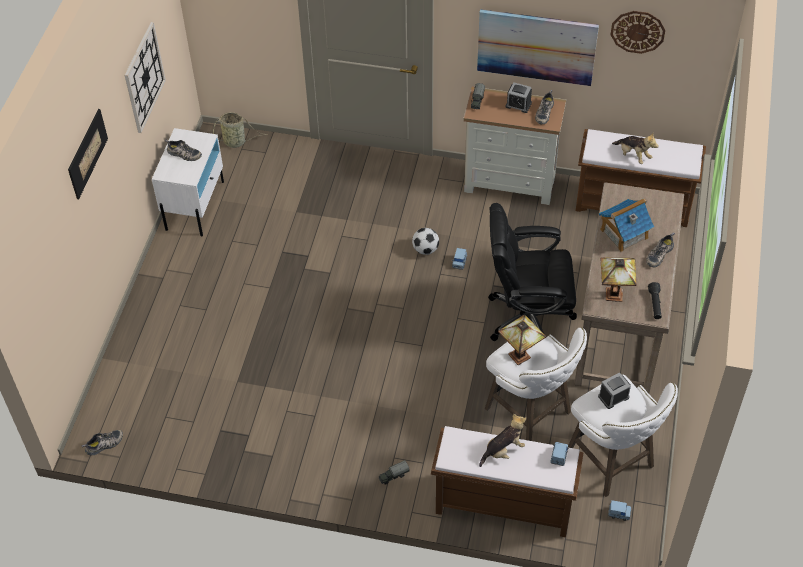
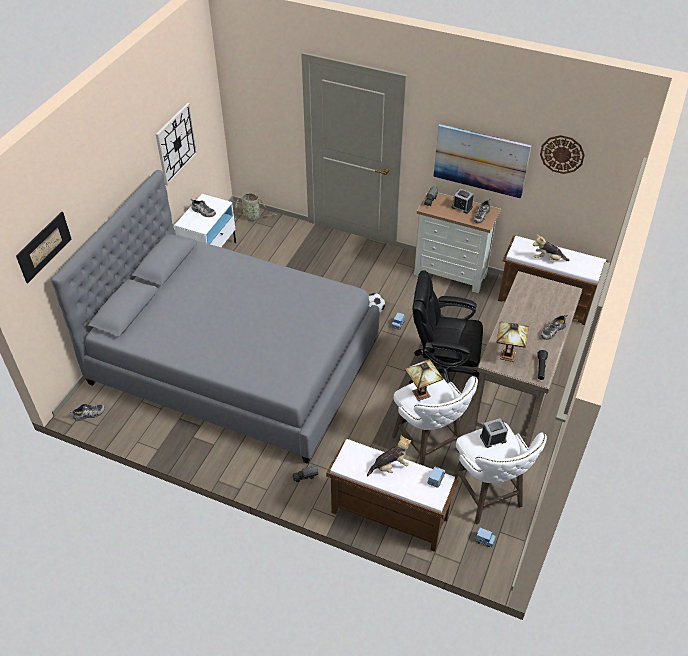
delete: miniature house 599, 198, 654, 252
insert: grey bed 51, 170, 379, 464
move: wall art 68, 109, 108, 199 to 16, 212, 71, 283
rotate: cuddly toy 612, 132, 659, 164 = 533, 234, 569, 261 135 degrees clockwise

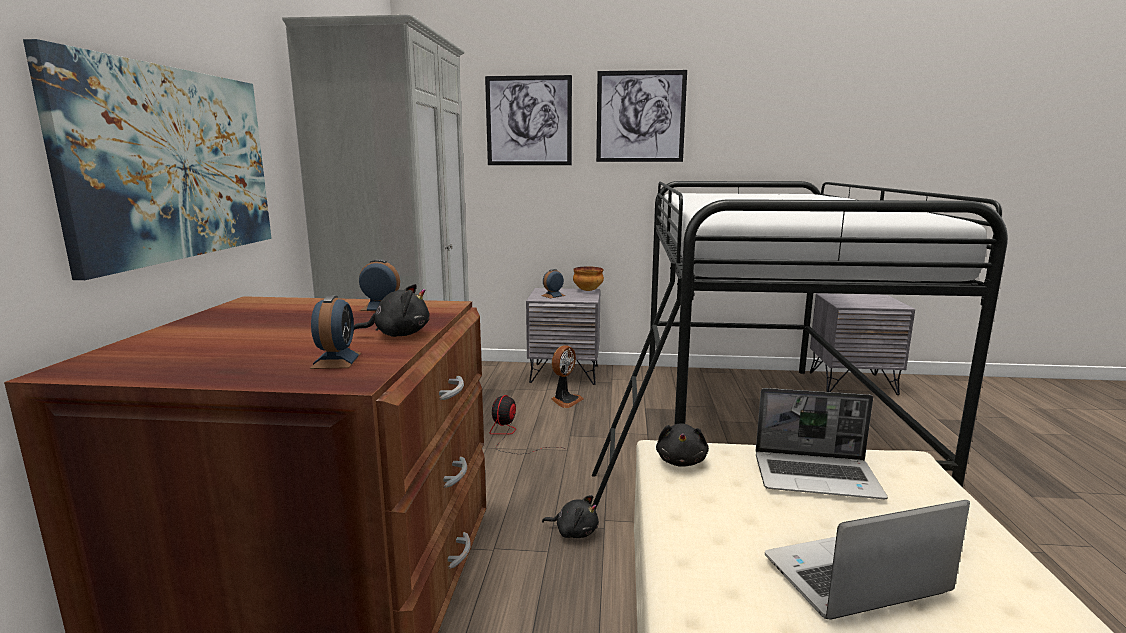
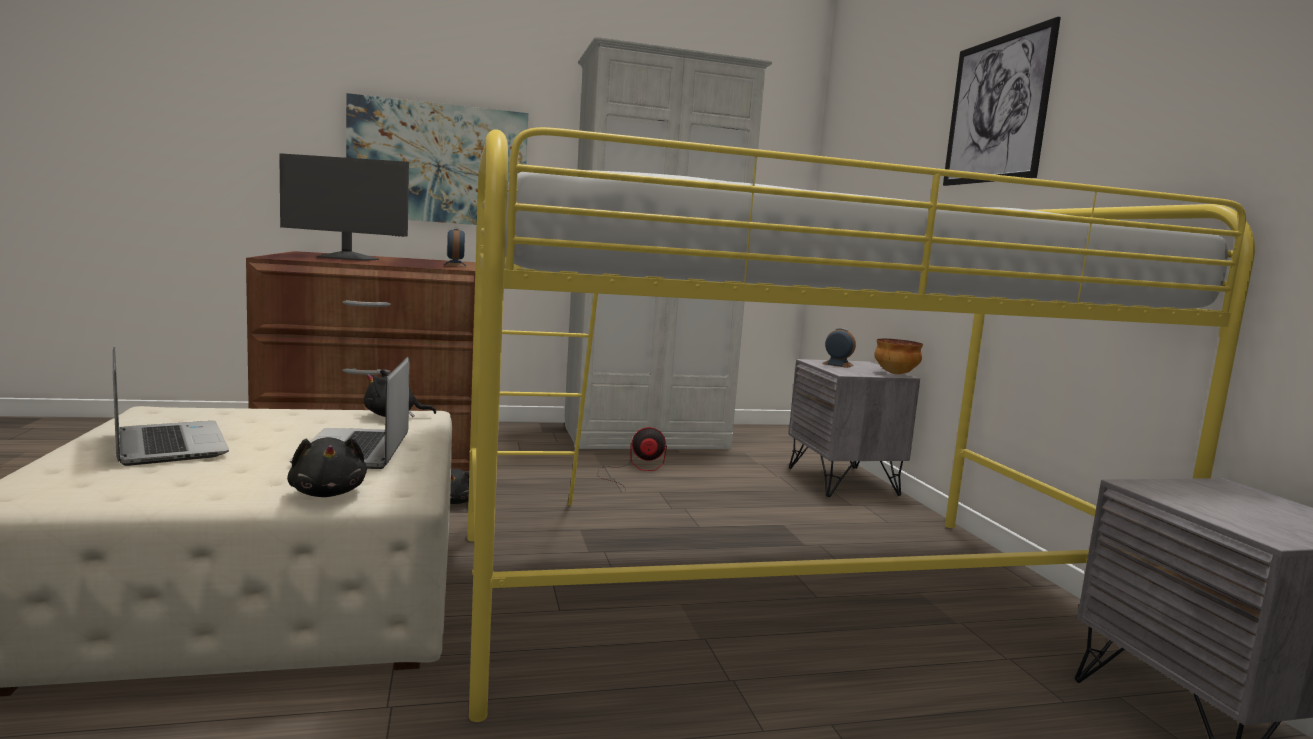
delete: table clock 310, 295, 361, 369; wall art 485, 75, 572, 165; fan 551, 345, 584, 408
insert: monitor 279, 153, 409, 261
move: black cuddly toy 353, 284, 429, 337 to 287, 437, 367, 497
recolor: black bed 592, 181, 1008, 510 to yellow-coloured bed 467, 127, 1255, 722

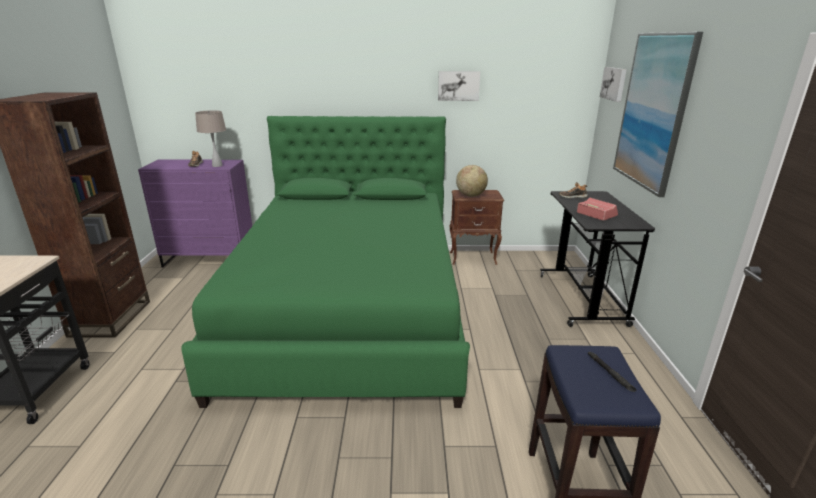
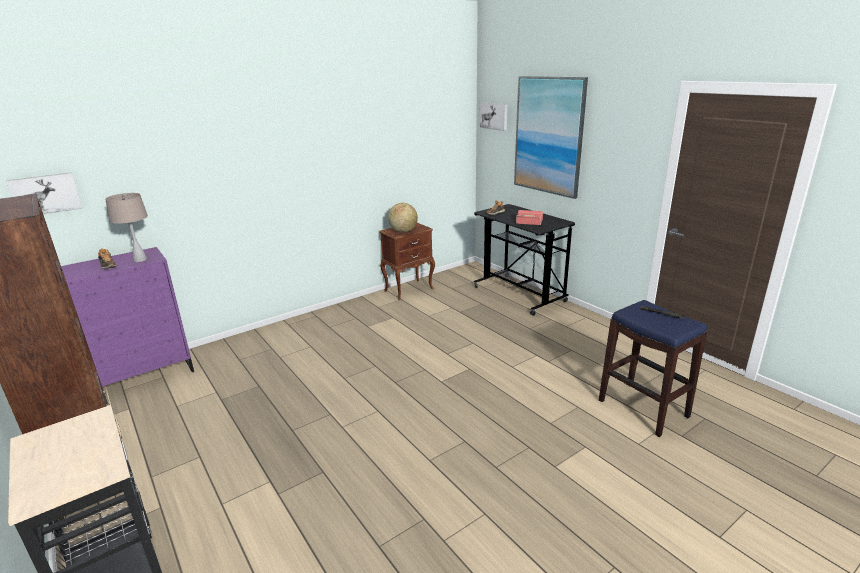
delete: green-coloured bed 181, 116, 470, 408
move: wall art 438, 71, 480, 101 to 6, 172, 82, 214

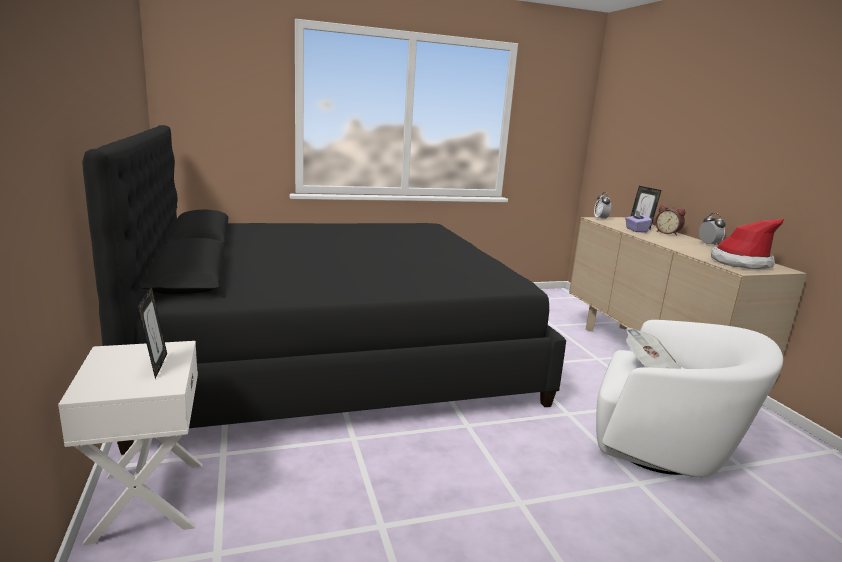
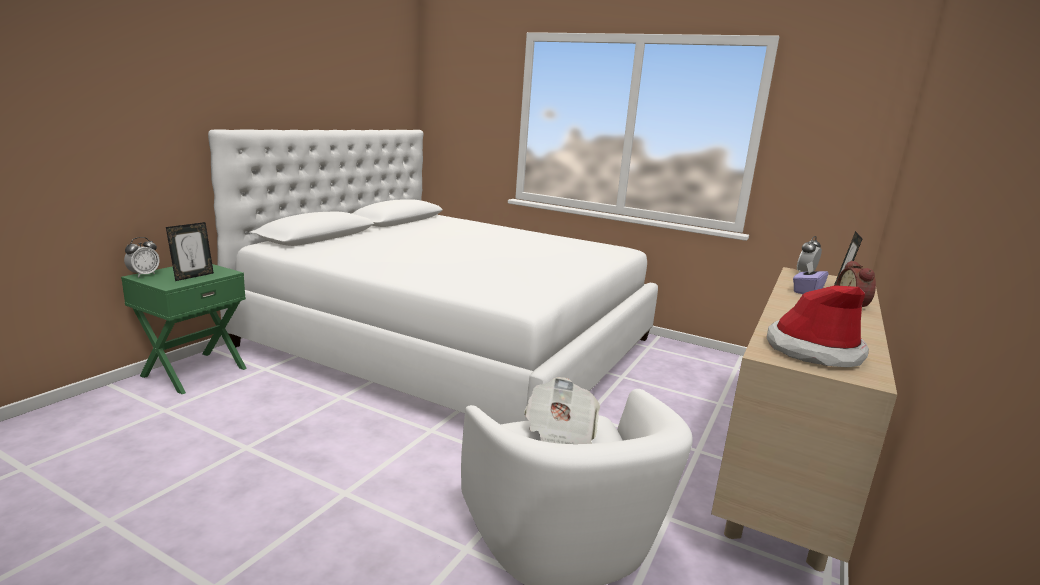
move: table clock 699, 213, 726, 246 to 124, 237, 160, 278
recolor: whitish nightstand 58, 341, 202, 545 to green-coloured nightstand 121, 264, 247, 394; black bed 82, 125, 566, 455 to whitish bed 208, 129, 658, 424

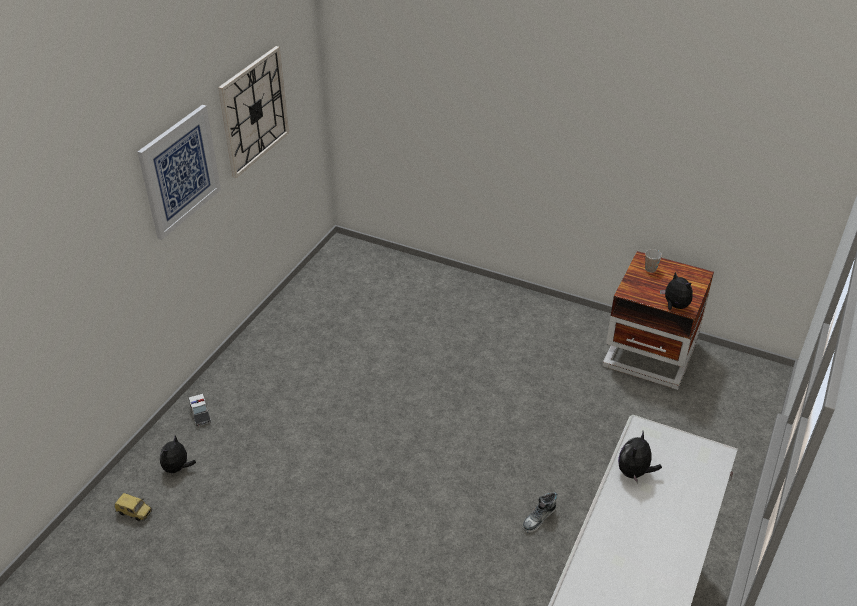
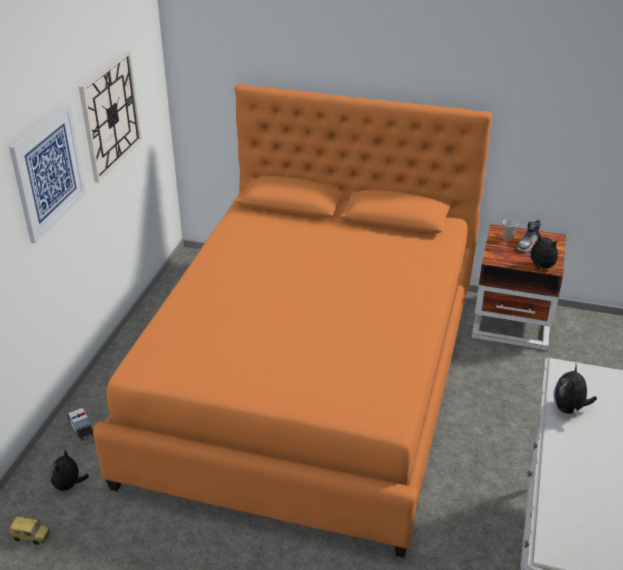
insert: orange bed 93, 84, 492, 558
move: low shoe 523, 492, 558, 533 to 517, 220, 541, 252

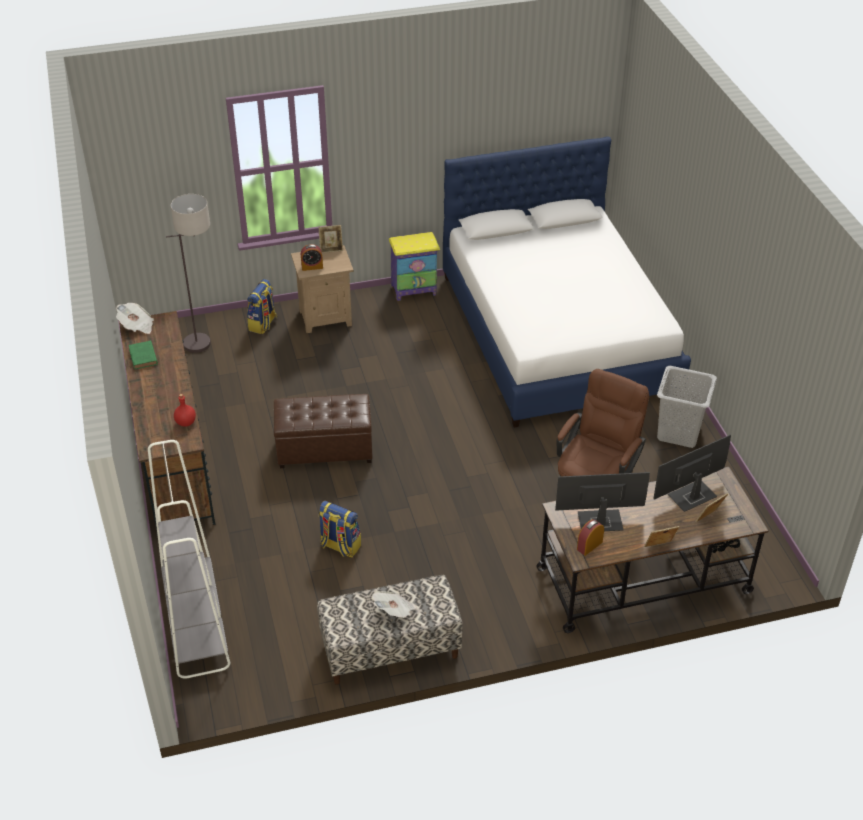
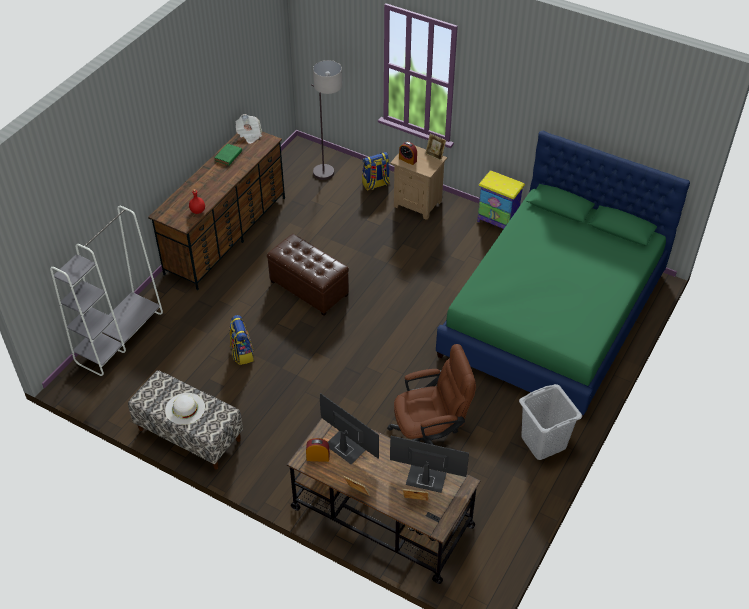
replace: newspaper 372, 591, 417, 618 to whitish clothing hat 165, 393, 205, 425
recolor: whitish bed 443, 137, 691, 428 to green-coloured bed 436, 131, 690, 419

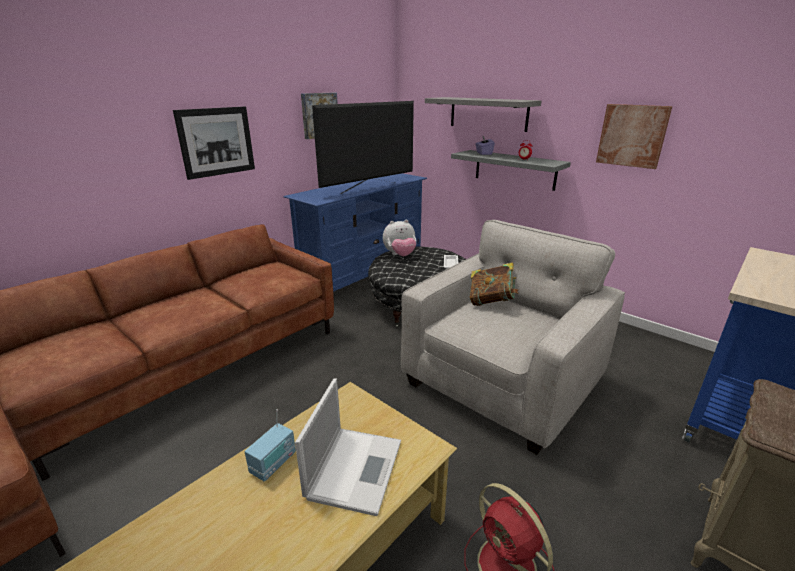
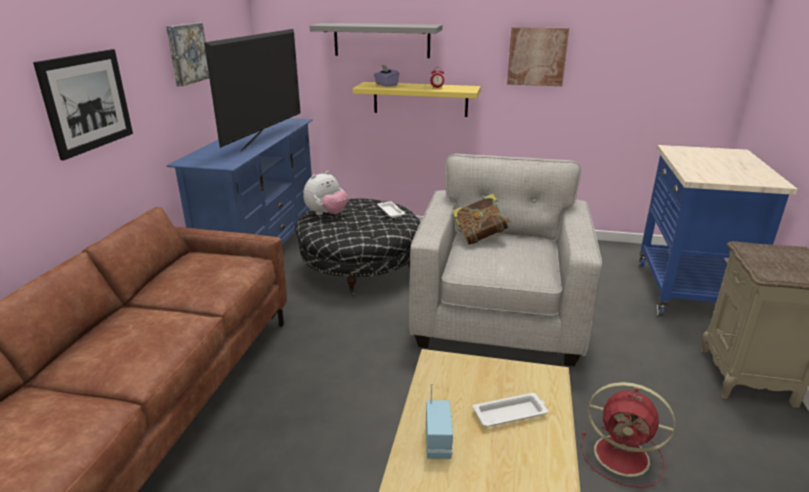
replace: portable computer 295, 378, 401, 516 to whitish serving tray 472, 393, 548, 427
recolor: grey wall shelf 451, 150, 571, 191 to yellow-coloured wall shelf 353, 82, 481, 117

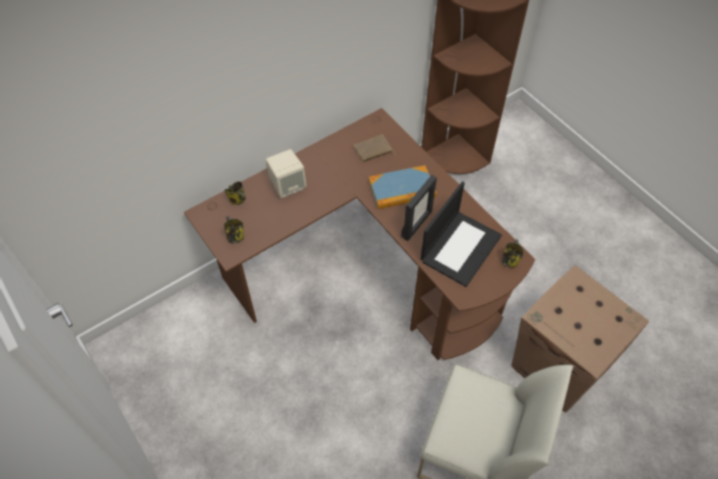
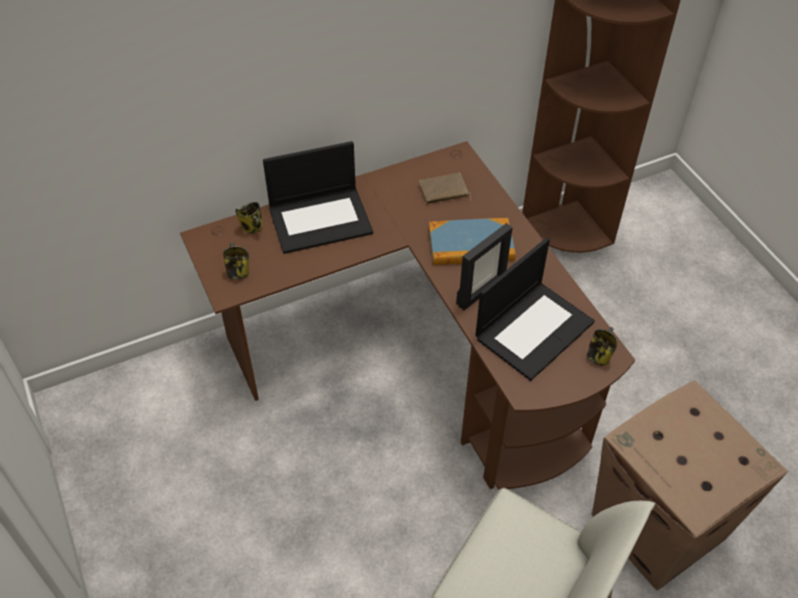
replace: sand-coloured speaker 266, 149, 307, 198 to portable computer 263, 141, 373, 254

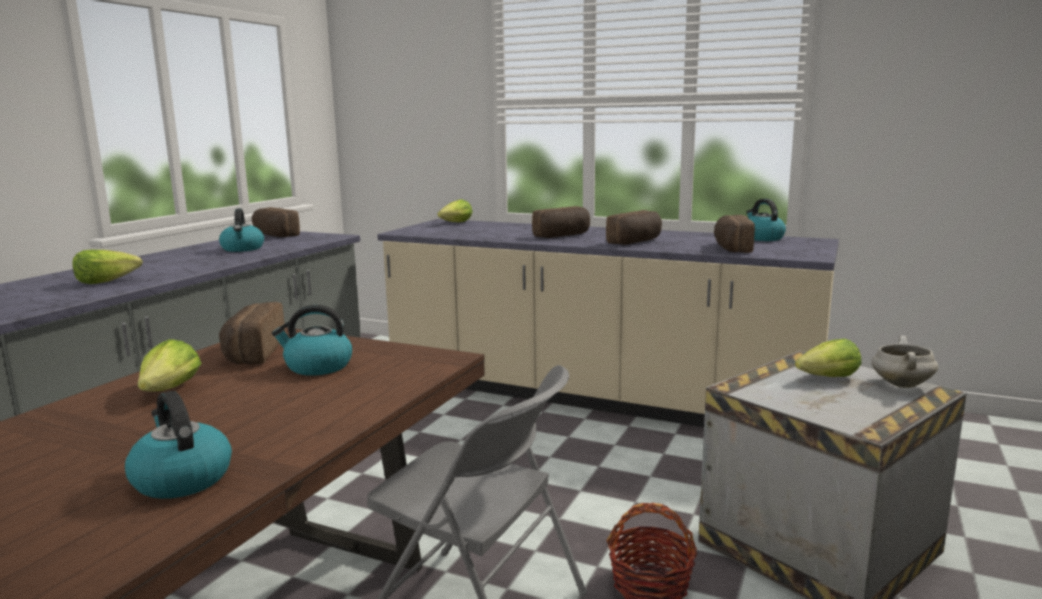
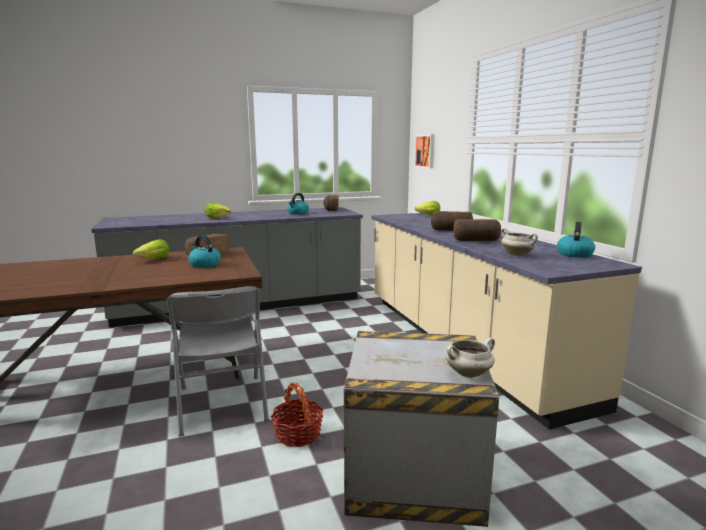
delete: water kettle 125, 391, 232, 499; head of lettuce 795, 338, 862, 377
insert: wall art 414, 134, 435, 168
replace: bread 714, 215, 755, 253 to whitish saucepot 501, 228, 538, 256

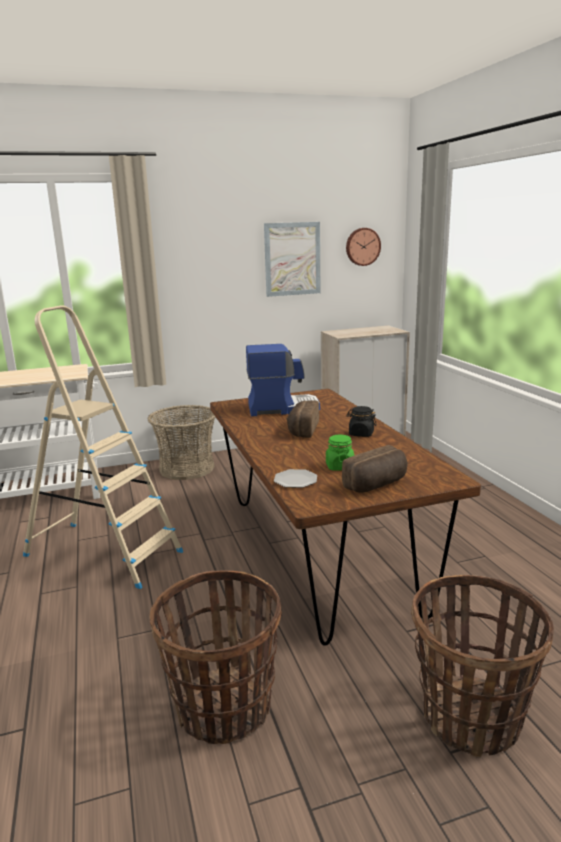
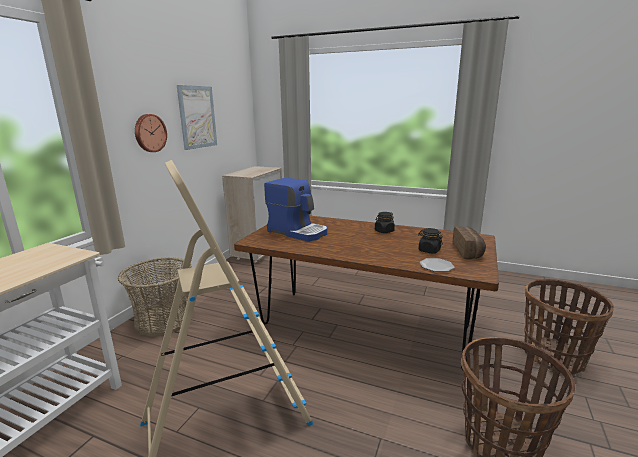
delete: bread 287, 400, 319, 438
move: clock on the wall 346, 228, 381, 266 to 135, 114, 167, 152
recolor: green-coloured preserve jar 326, 435, 354, 470 to black preserve jar 418, 228, 443, 254
rotate: coffee brewer 246, 344, 320, 416 = 264, 178, 327, 241 90 degrees clockwise

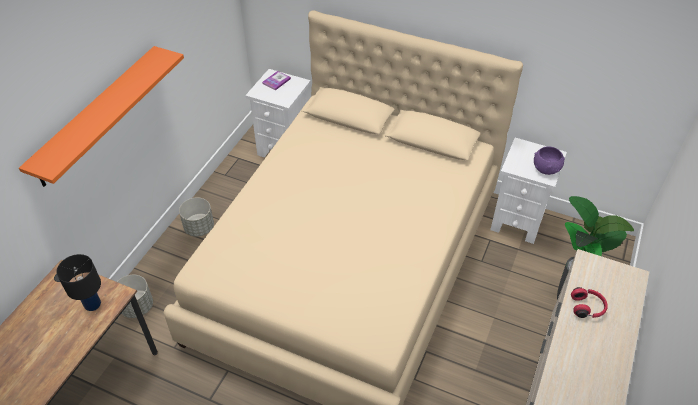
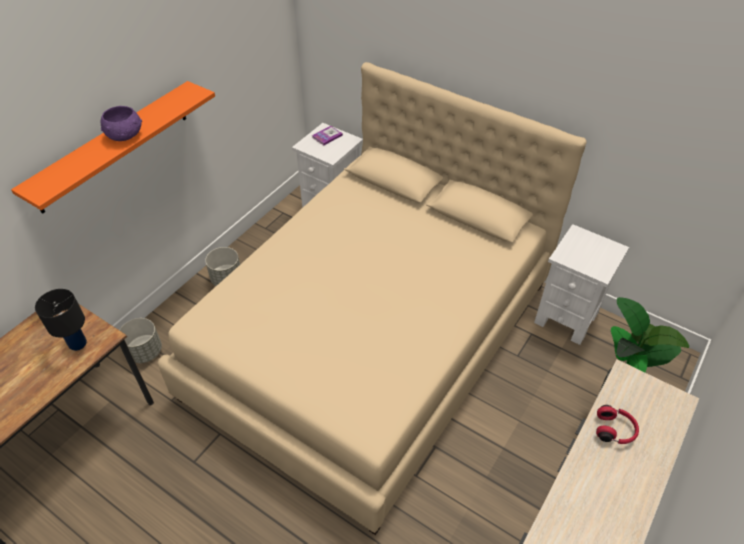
move: purple deep dish 534, 146, 565, 175 to 101, 106, 142, 141

